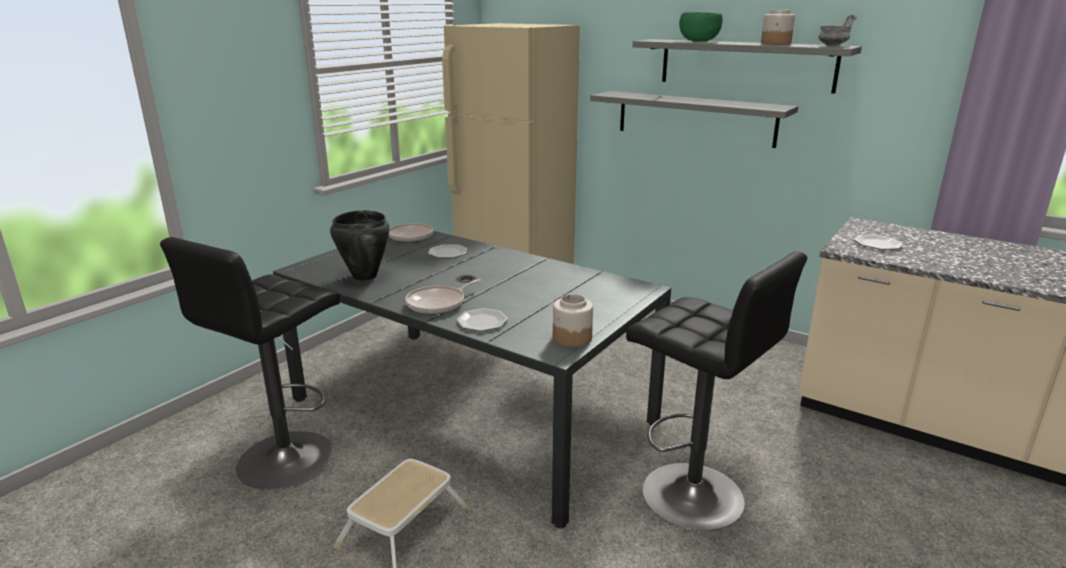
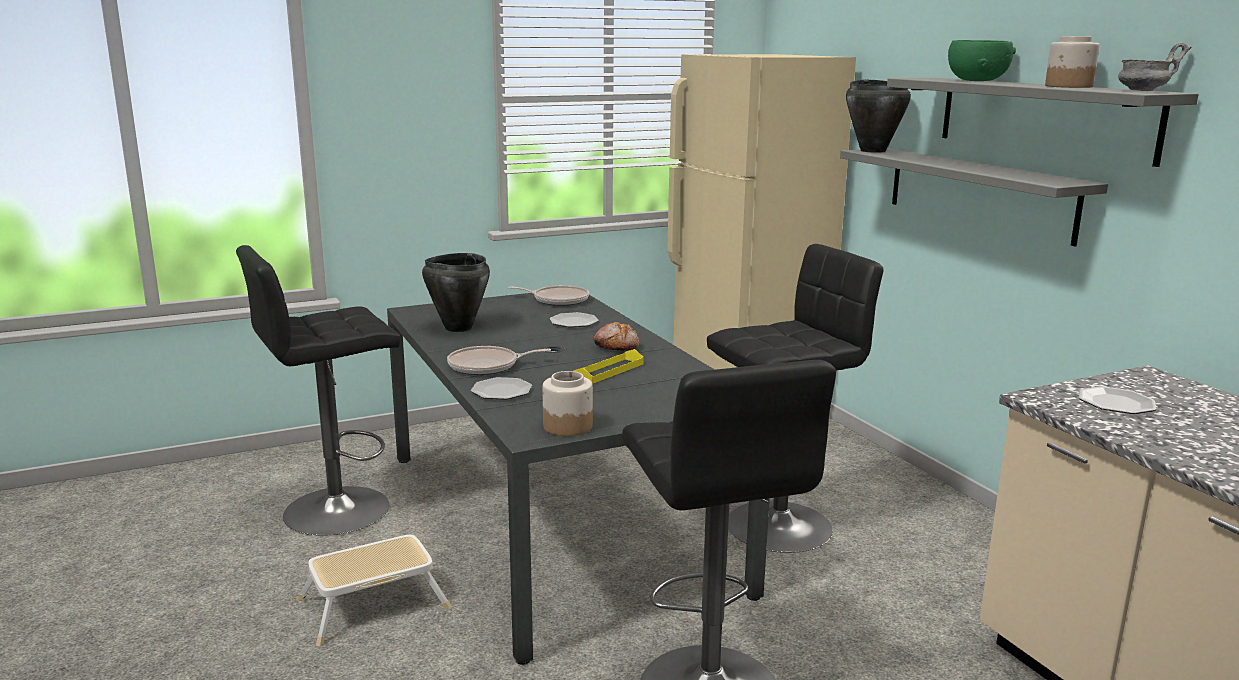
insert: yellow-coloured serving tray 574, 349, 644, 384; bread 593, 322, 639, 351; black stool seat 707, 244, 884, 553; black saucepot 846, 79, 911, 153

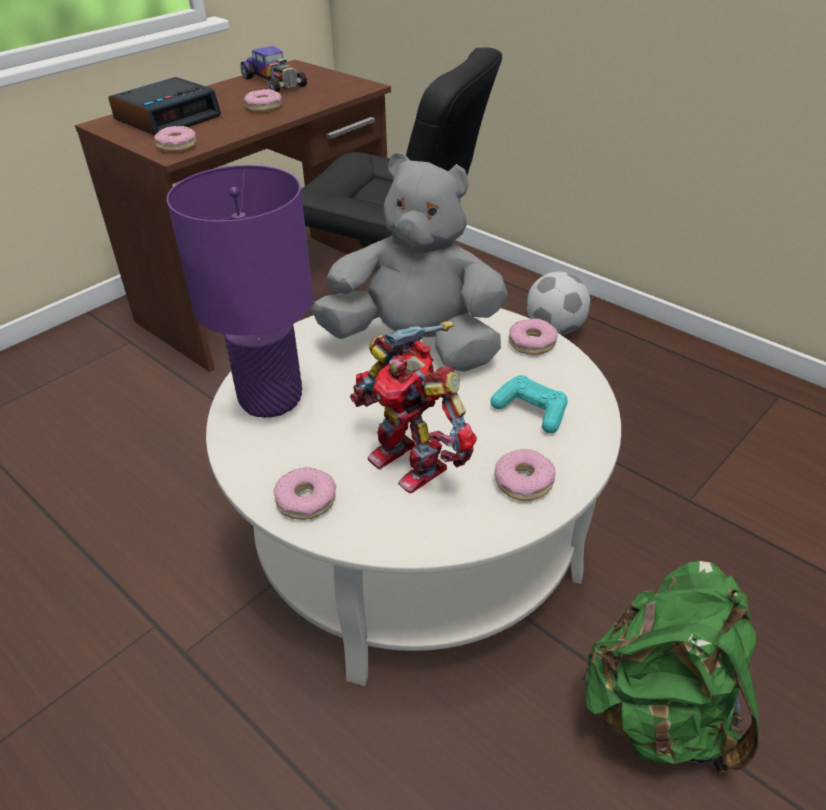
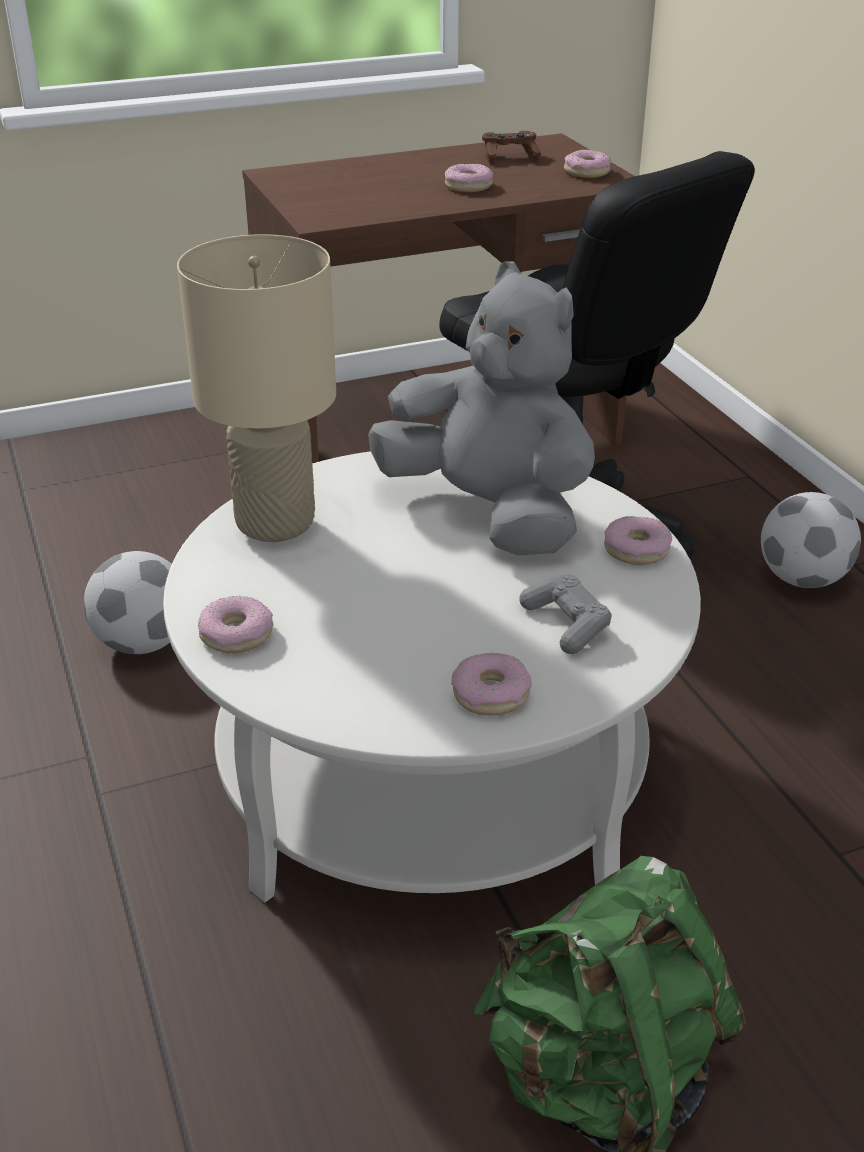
delete: table clock 109, 77, 221, 135; model robot 350, 321, 477, 493
insert: ball for football 84, 551, 172, 654
move: donut 154, 126, 197, 152 to 564, 150, 611, 178
replace: miniature car 241, 46, 307, 92 to brownish joypad 482, 131, 541, 164
recolor: purple tabletop lamp 167, 165, 313, 418 to sand-coloured tabletop lamp 177, 234, 336, 542; turquoise-coloured joypad 491, 375, 567, 433 to grey joypad 519, 574, 612, 654

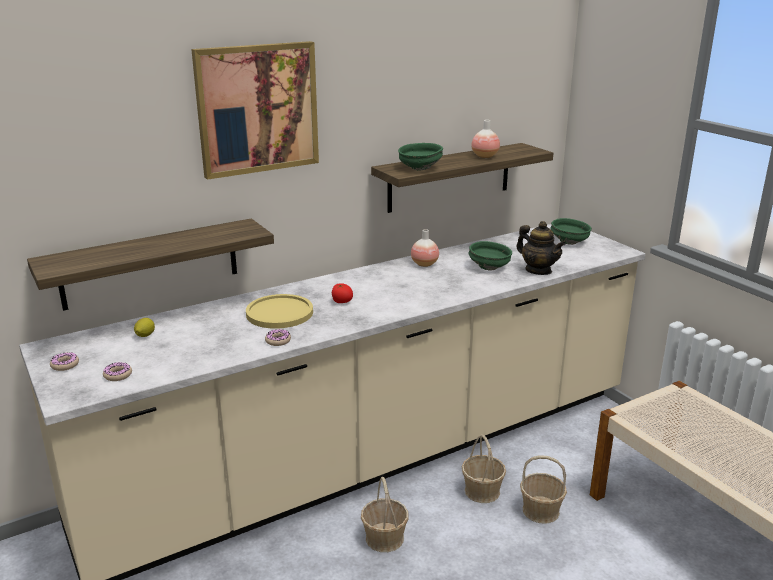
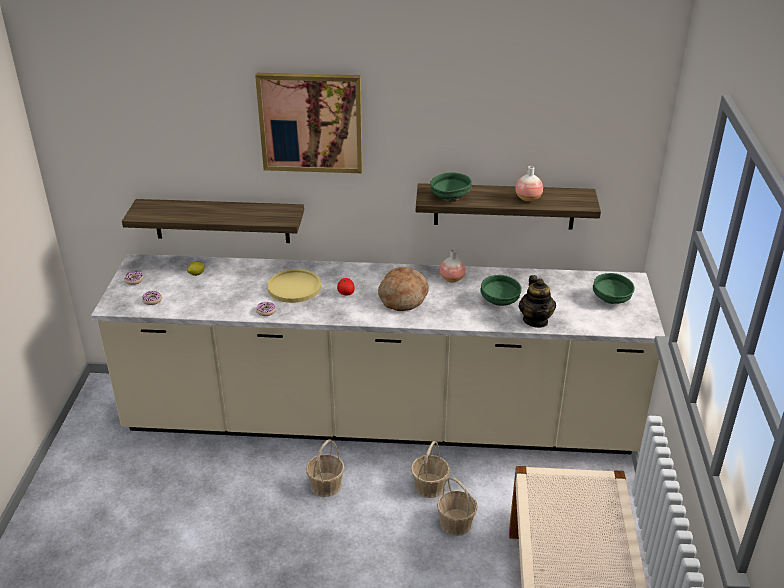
insert: bread 378, 267, 429, 311

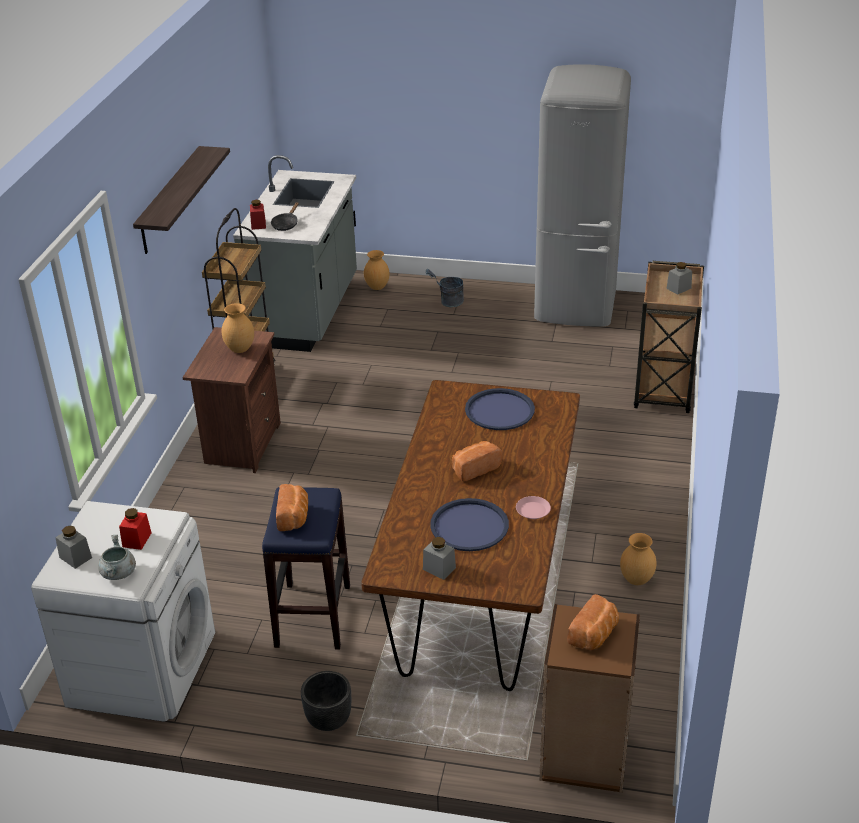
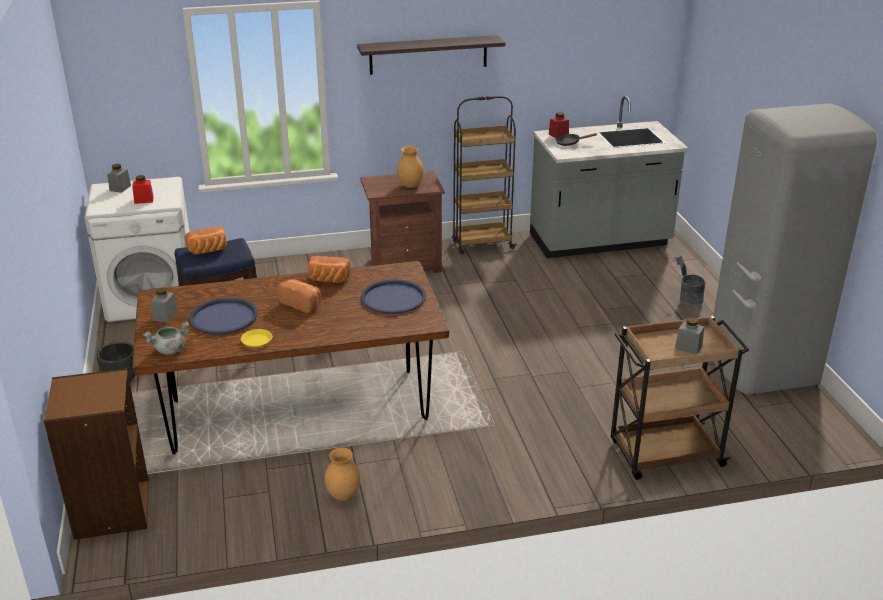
delete: brownish vase 364, 250, 390, 290
move: grey saucepot 98, 535, 136, 580 to 143, 322, 189, 355; bread 567, 594, 619, 650 to 307, 256, 351, 283
recolor: pink-coloured flat dish 516, 496, 551, 519 to yellow-coloured flat dish 241, 329, 273, 347

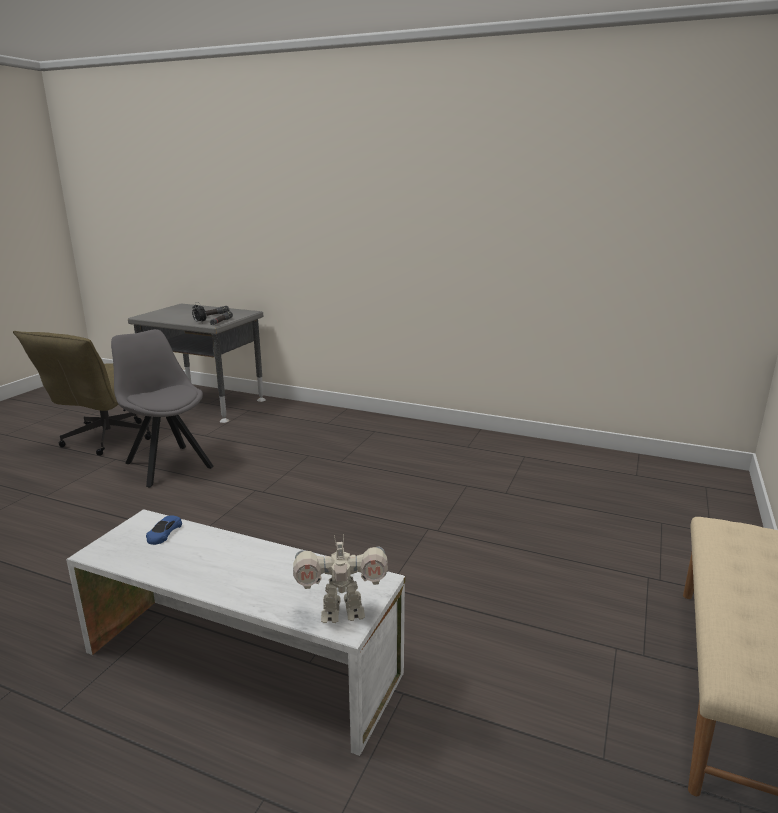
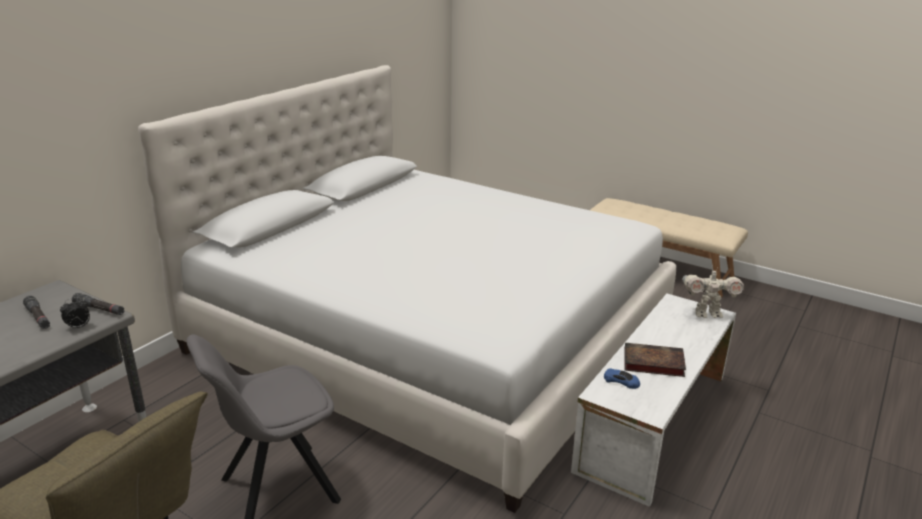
insert: whitish bed 138, 65, 676, 513; volume 624, 343, 686, 377
rotate: model robot 293, 534, 388, 623 = 682, 266, 744, 318 90 degrees clockwise

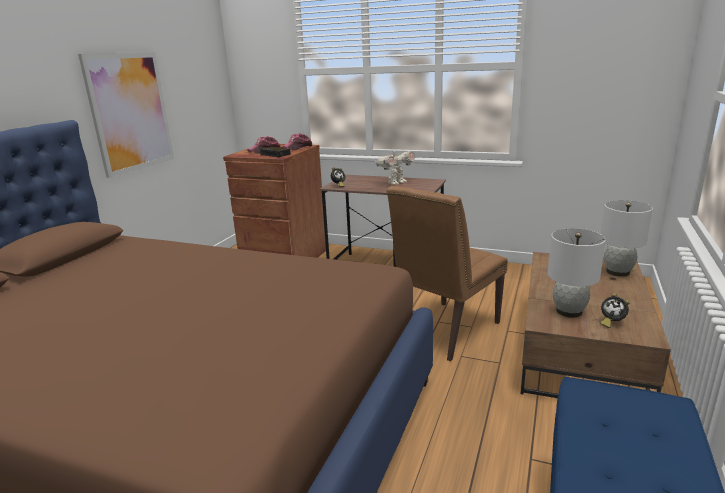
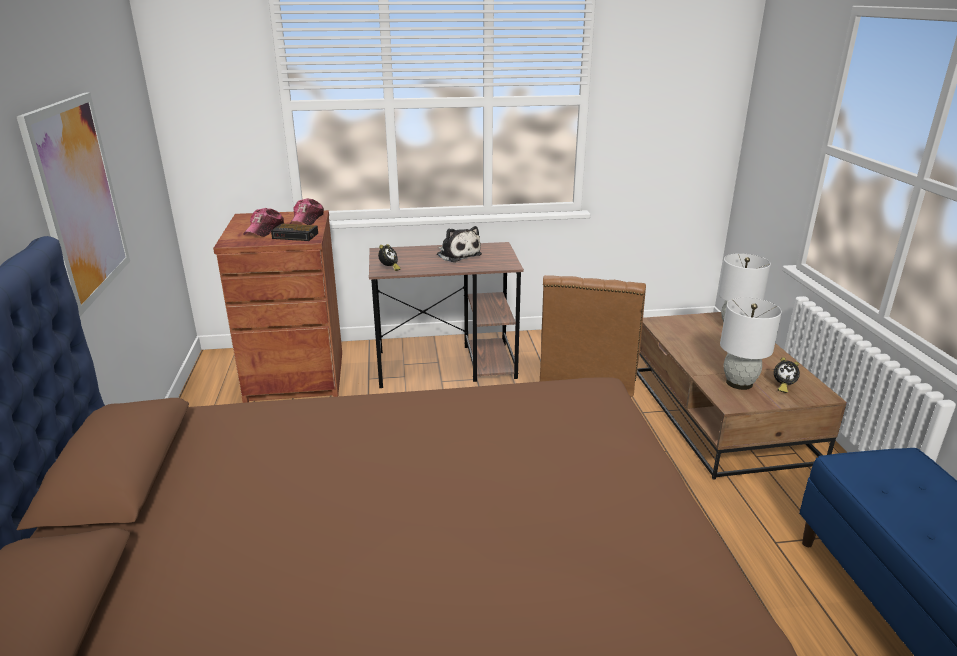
replace: model robot 375, 148, 415, 185 to cuddly toy 437, 226, 482, 262

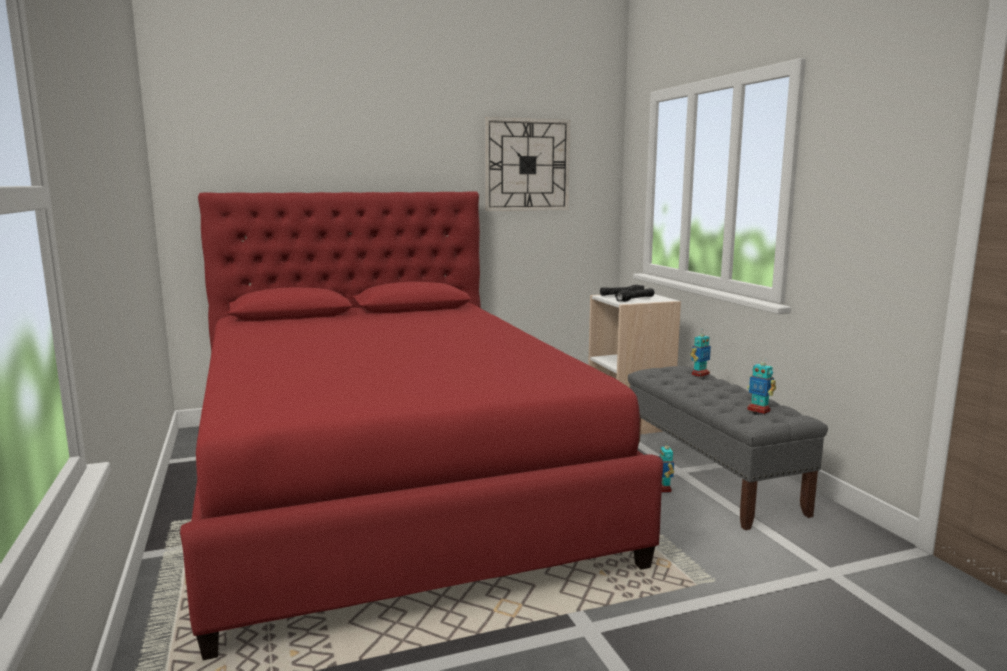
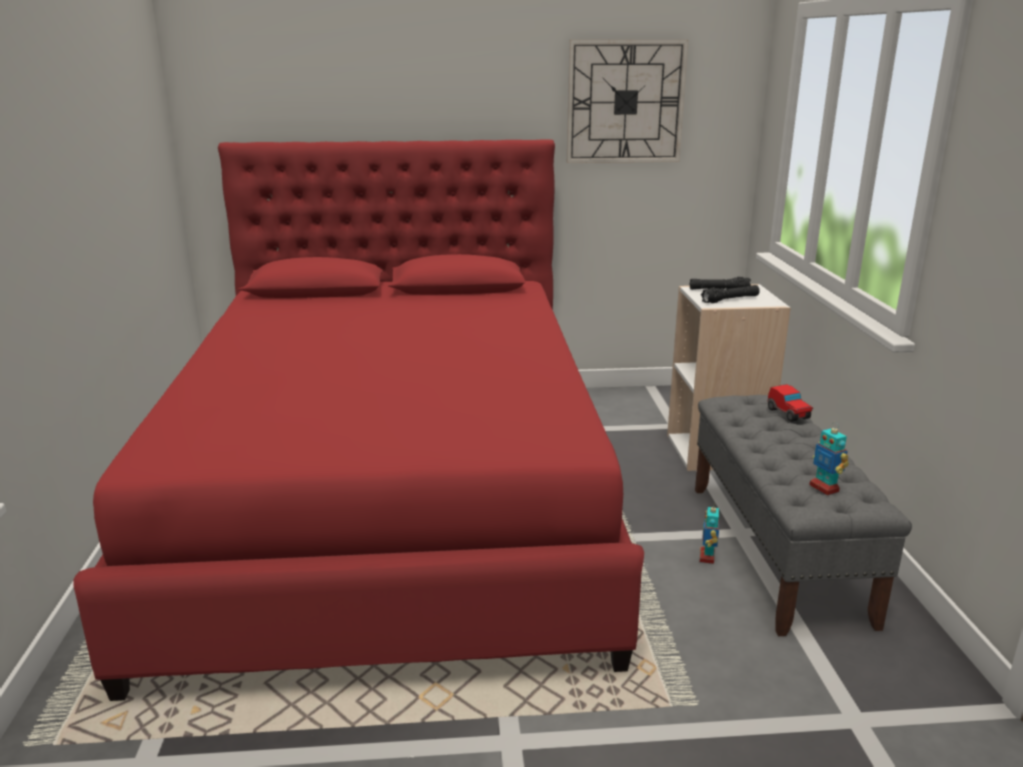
replace: model robot 690, 334, 711, 377 to miniature car 767, 384, 813, 422

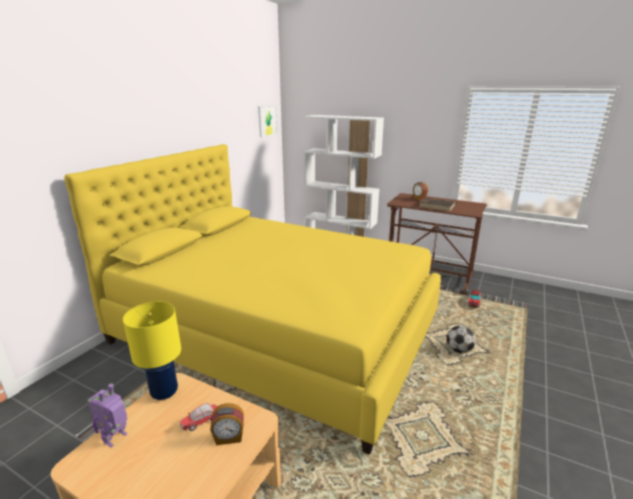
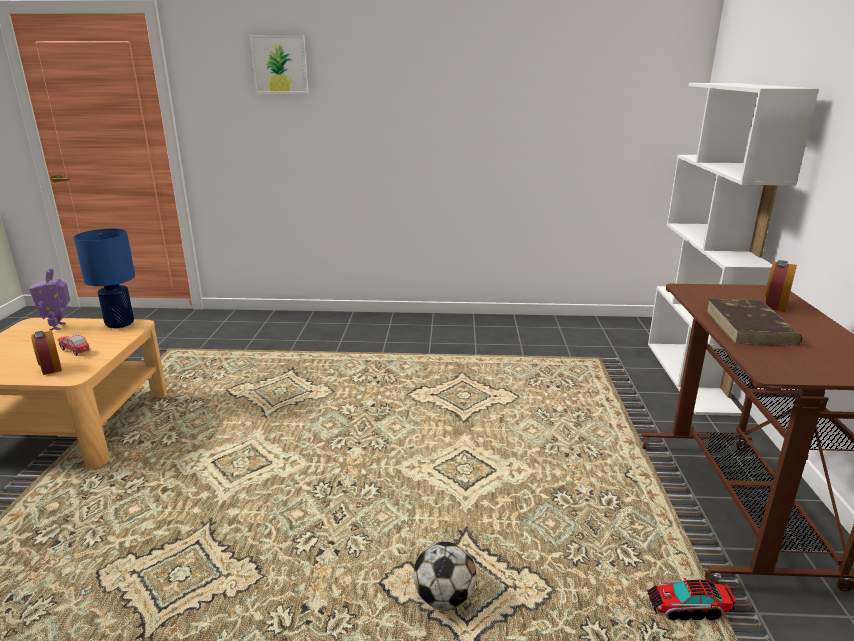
delete: yellow-coloured bed 64, 144, 441, 455
move: wall art 258, 105, 277, 137 to 250, 35, 308, 93
recolor: yellow-coloured tabletop lamp 123, 302, 181, 400 to blue-coloured tabletop lamp 74, 228, 135, 329
rotate: model robot 87, 384, 127, 448 = 29, 268, 70, 331 105 degrees counterclockwise

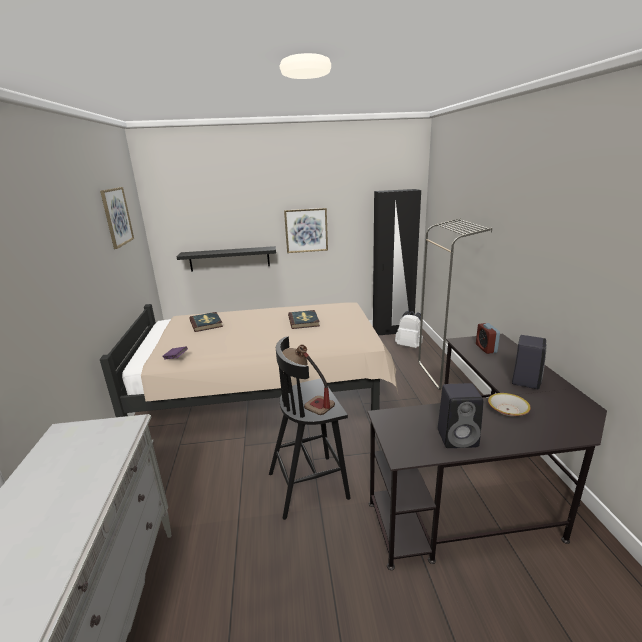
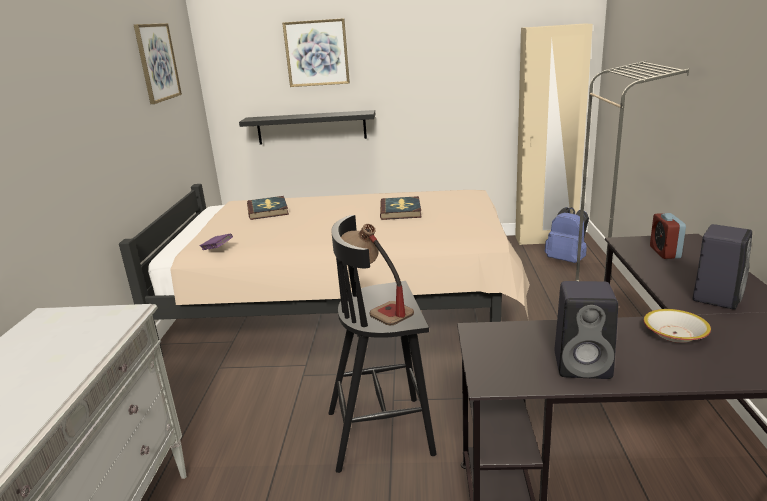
move: wall art 284, 208, 328, 253 to 282, 18, 350, 87
recolor: black wardrobe 373, 189, 421, 335 to sand-coloured wardrobe 515, 24, 593, 245; whitish knapsack 395, 311, 423, 348 to blue-coloured knapsack 545, 207, 589, 263

